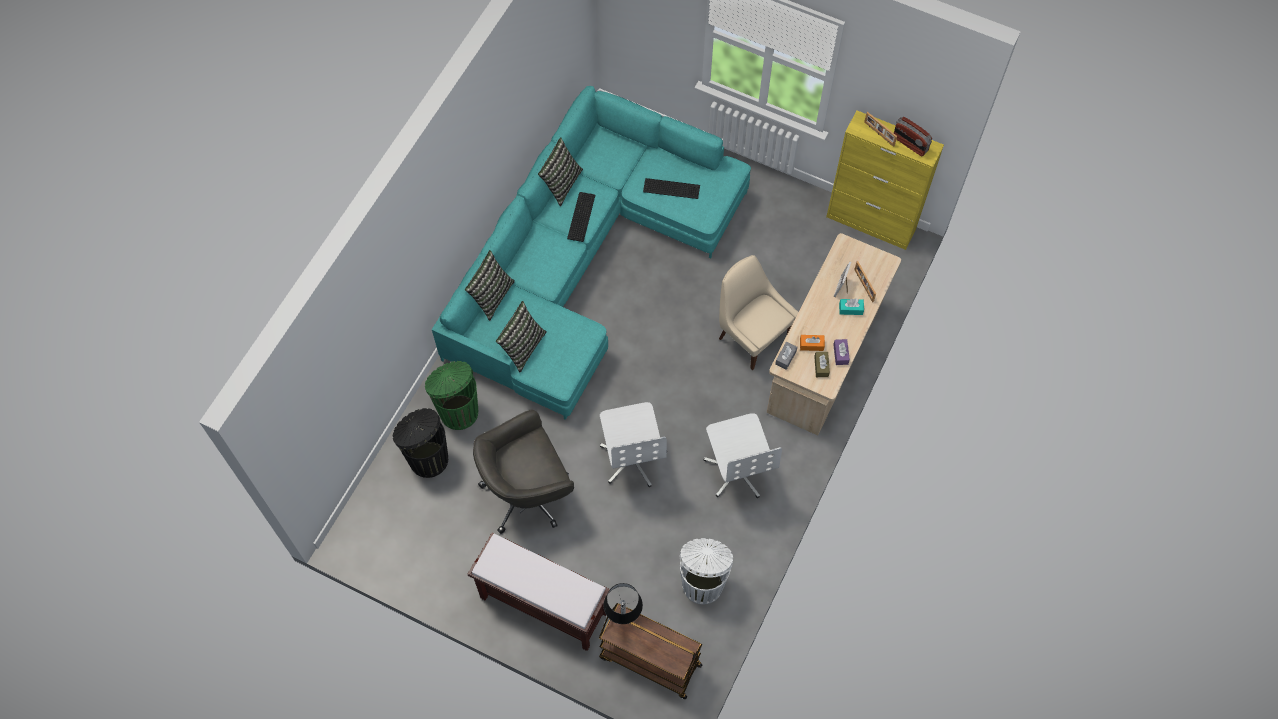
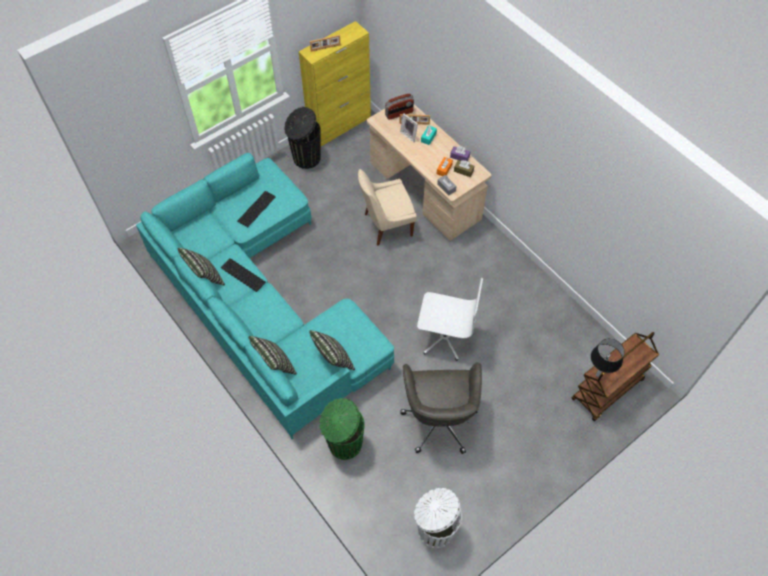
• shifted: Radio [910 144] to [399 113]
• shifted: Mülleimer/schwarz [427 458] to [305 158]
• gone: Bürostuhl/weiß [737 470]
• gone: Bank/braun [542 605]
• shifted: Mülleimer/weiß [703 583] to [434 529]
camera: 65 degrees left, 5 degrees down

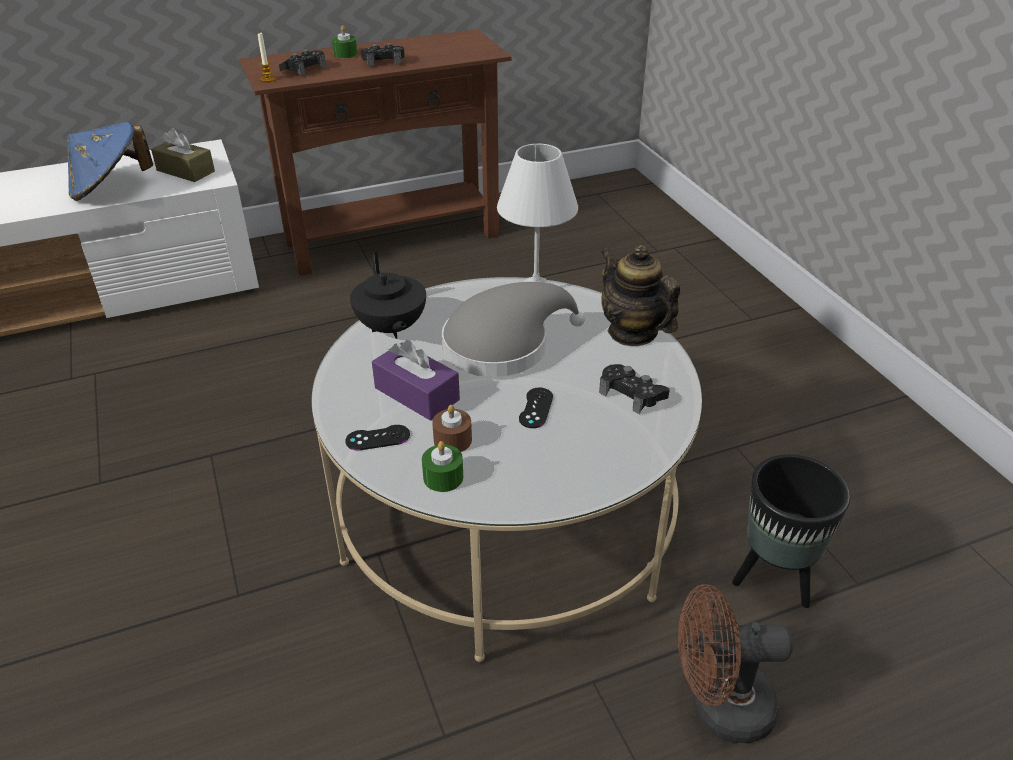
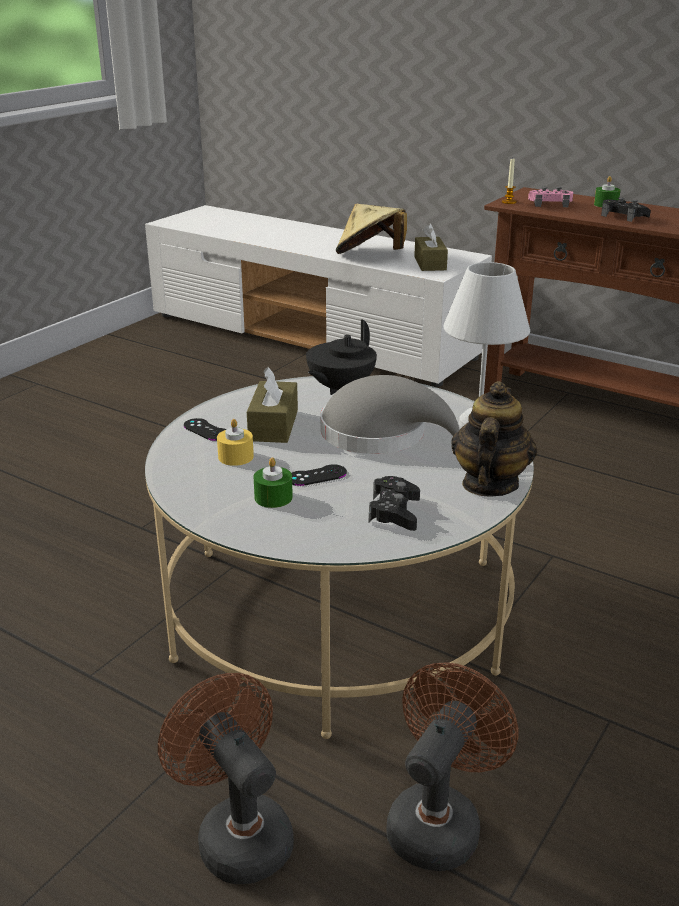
• repainted: Gamepad/schwarz [304 69] to Gamepad/rosa [550 204]
• repainted: Hut/blau [110 188] to Hut/beige [370 256]
• repainted: Taschentuchbox/lila [417 394] to Taschentuchbox/braun [273 425]
• repainted: Kerze/braun [452 440] to Kerze/gelb [236 457]
• shifted: Kerze/grün [443 477] to [273 497]
• swapped: Pflanzkübel/schwarz [773 580] to Ventilator/braun [439 821]
camera: 55 degrees right, 10 degrees down

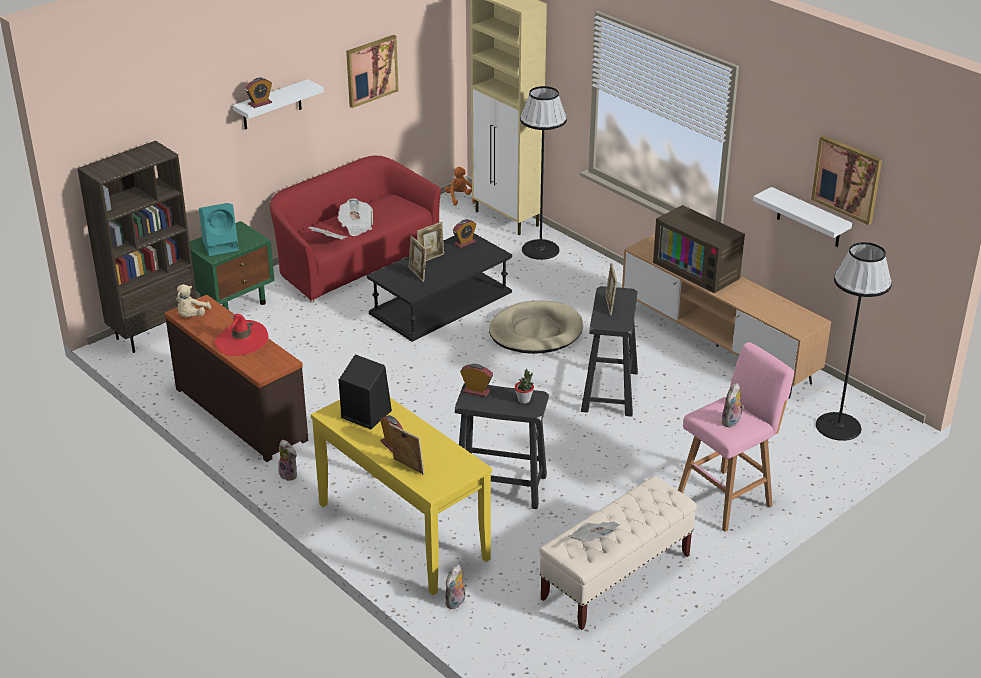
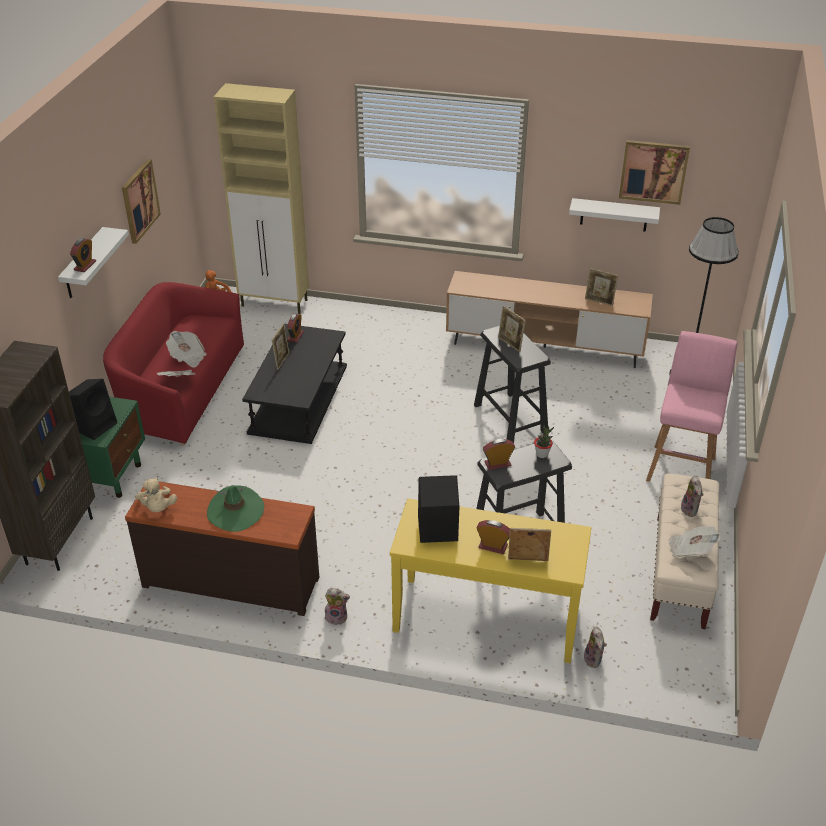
• gone: Stehlampe/schwarz [540 249]
• repainted: Lautsprecher/türkis [221 246] to Lautsprecher/schwarz [95 425]
• gone: Fernseher [698 269]
• shifted: Bilderrahmen [417 274] to [599 301]
• gone: Hundebett/beige [536 332]
• repainted: Hut/rot [241 341] to Hut/grün [235 511]
• shifted: Plüschtier [731 422] to [691 510]
camera: 35 degrees left, 5 degrees up

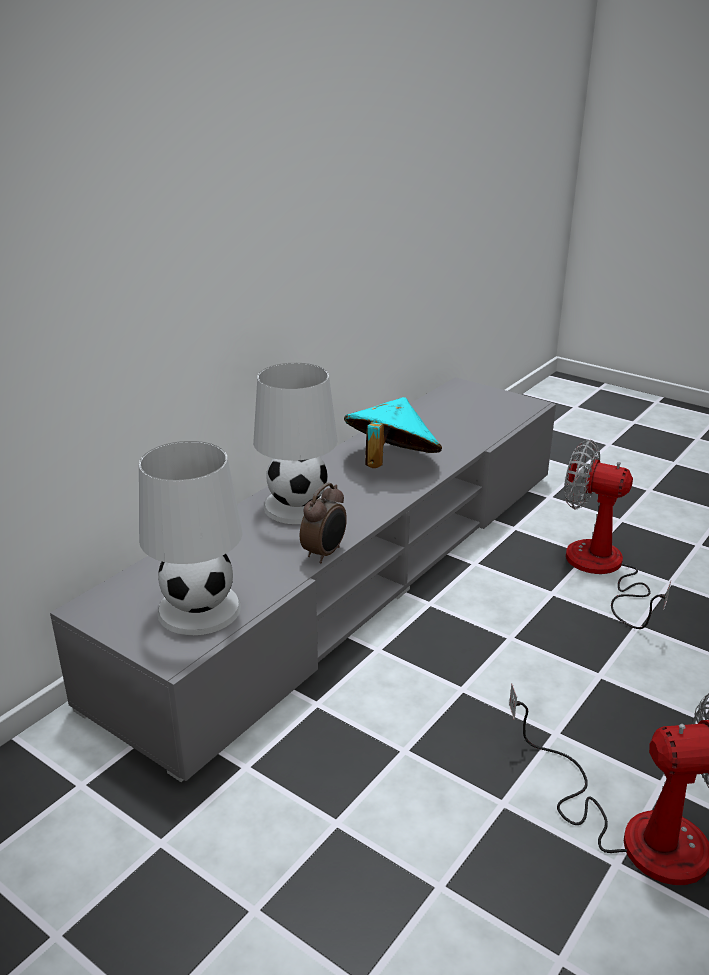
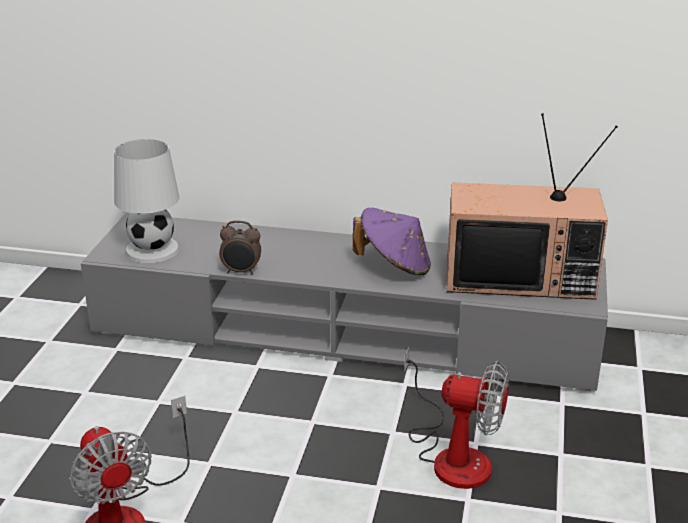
• gone: Tischlampe/weiß [297 506]
• repainted: Hut/türkis [391 463] to Hut/lila [394 266]
• rotated: Ventilator [602 570] = [452 455] 105 degrees clockwise
• new: Fernseher [521 276]
camera: 65 degrees right, 0 degrees up

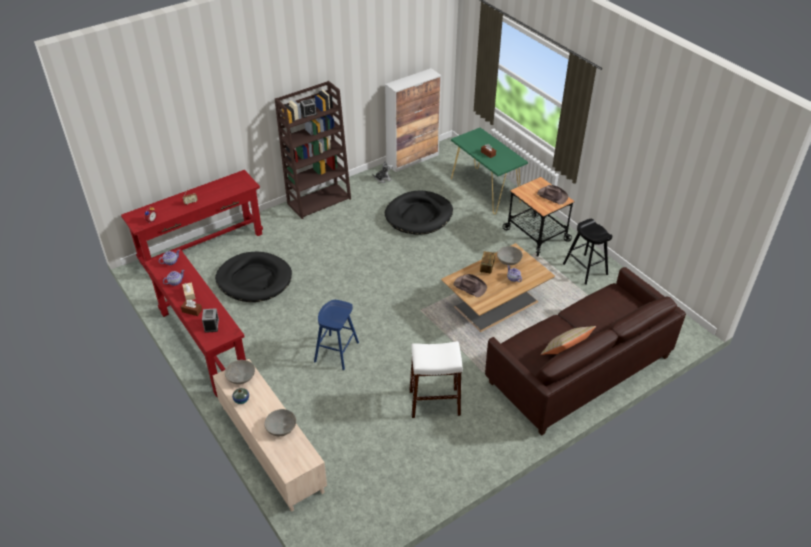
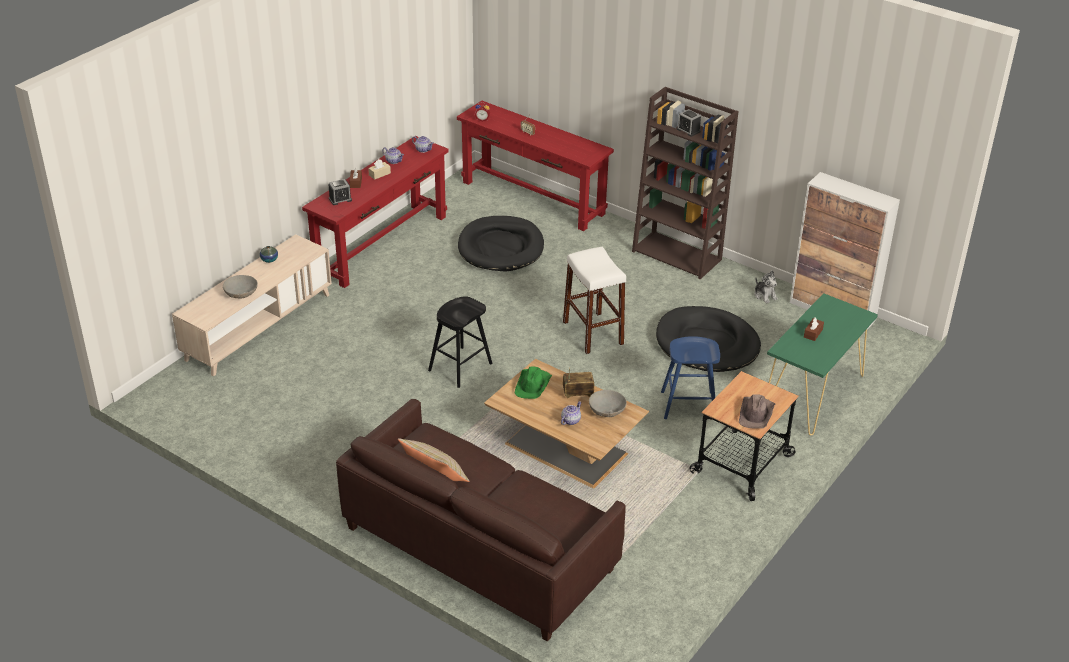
• shifted: Hocker/schwarz [585 269] to [460 367]
• repainted: Hut/braun [469 286] to Hut/grün [533 385]
• shifted: Hocker/blau [336 352] to [688 405]
• shifted: Hocker/weiß [434 402] to [593 333]
• gone: Schüssel/grau [241 377]
camera: 70 degrees right, 5 degrees down

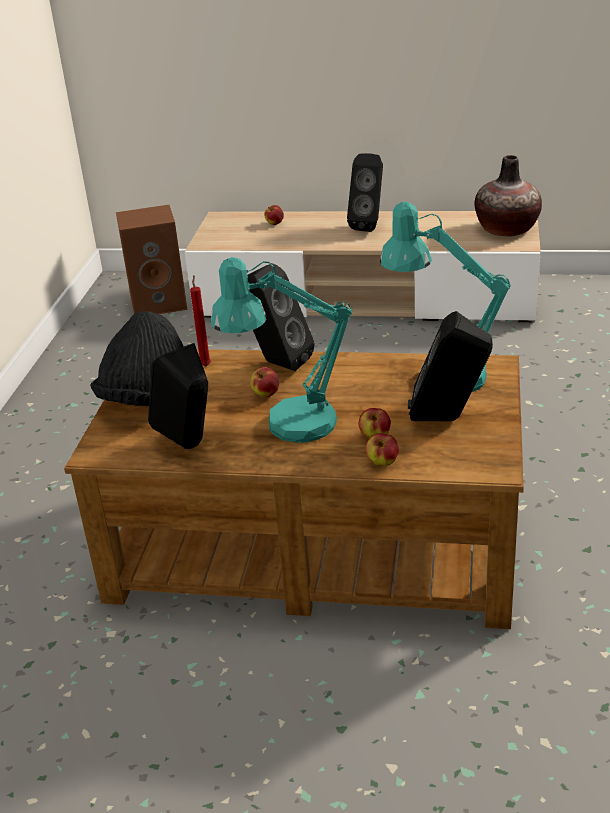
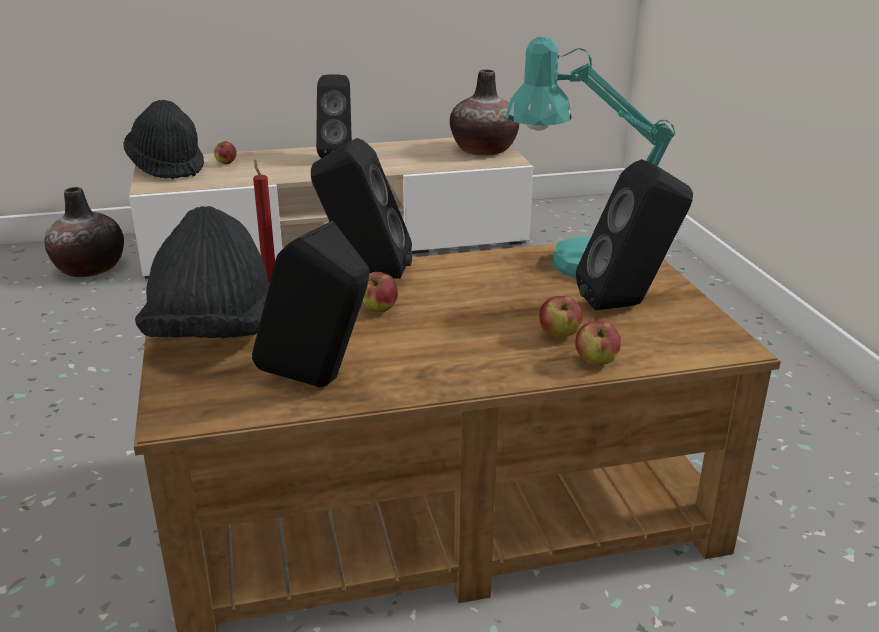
• swapped: Lautsprecher/braun [160 302] to Vase [90 269]
• gone: Tischlampe/türkis [287 426]
• new: Hut/schwarz [167 168]
camera: 25 degrees left, 5 degrees down

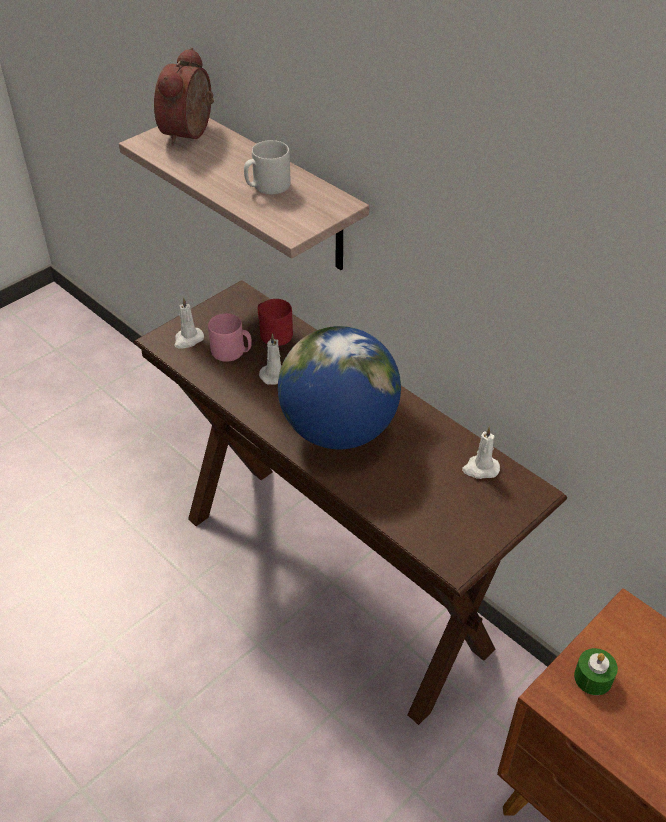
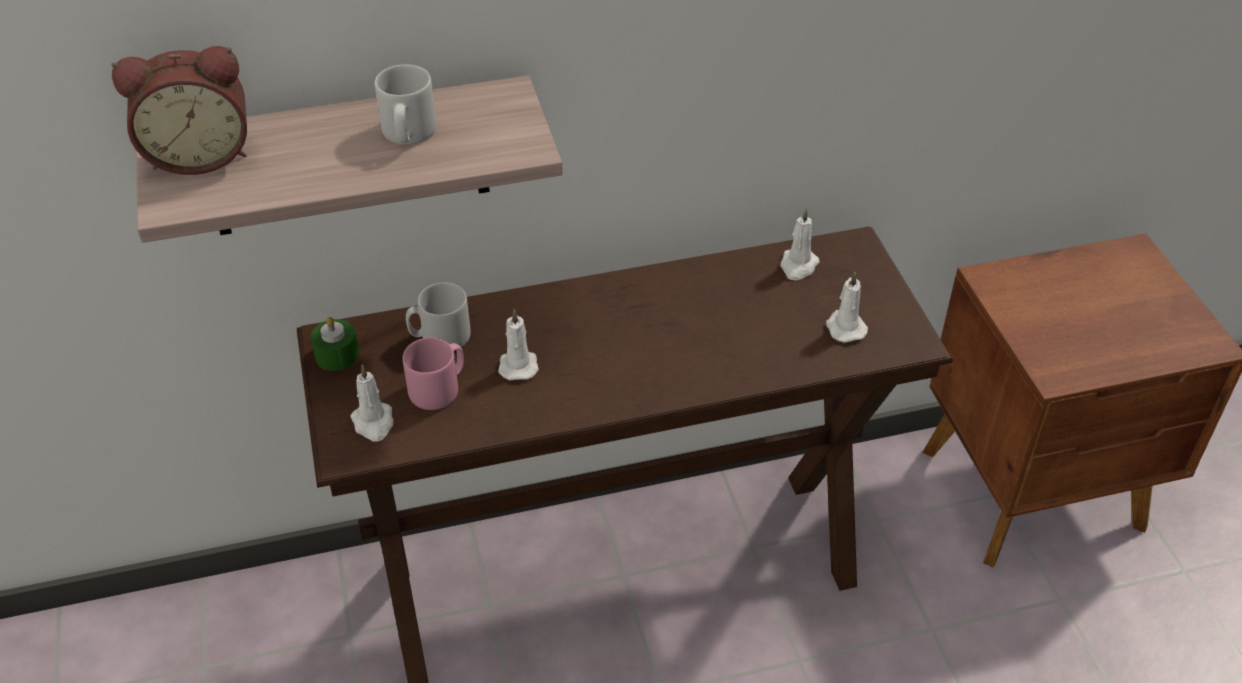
• rotated: Wecker [191 133] = [199 154] 60 degrees counterclockwise
• repainted: Henkelbecher/rot [273 334] to Henkelbecher/grau [440 337]
• gone: Globus [339 430]
• shifted: Kerze/grün [593 678] to [337 355]
• new: Kerze/weiß [844 327]
camera: 60 degrees left, 0 degrees up

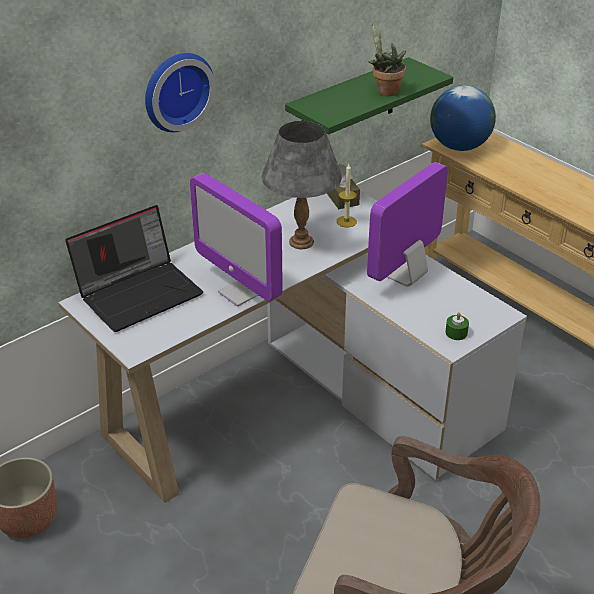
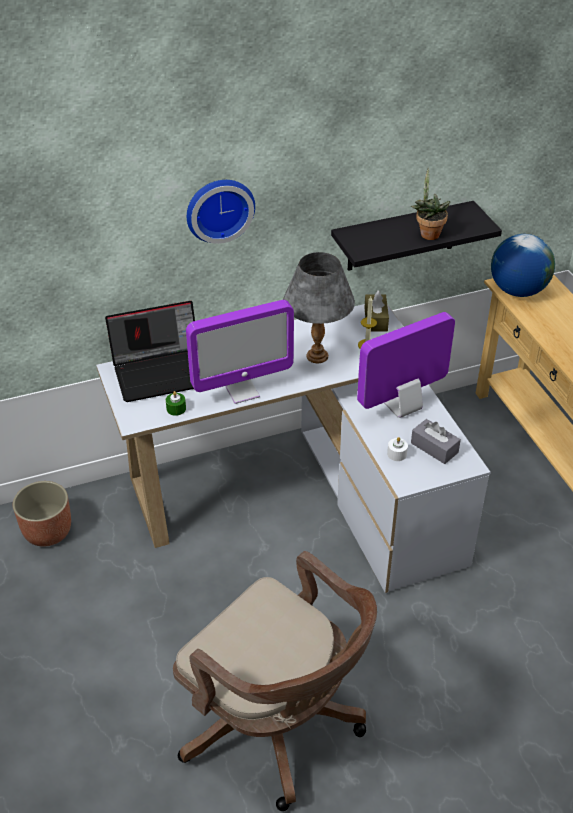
• repainted: Wandregal/grün [348 105] to Wandregal/schwarz [401 236]
• rotated: Monitor [241 292] = [242 391] 90 degrees counterclockwise
• shifted: Kerze/grün [456 333] to [176 408]
• new: Taschentuchbox/grau [434 448]
• new: Kerze/weiß [397 454]
camera: 20 degrees right, 5 degrees up

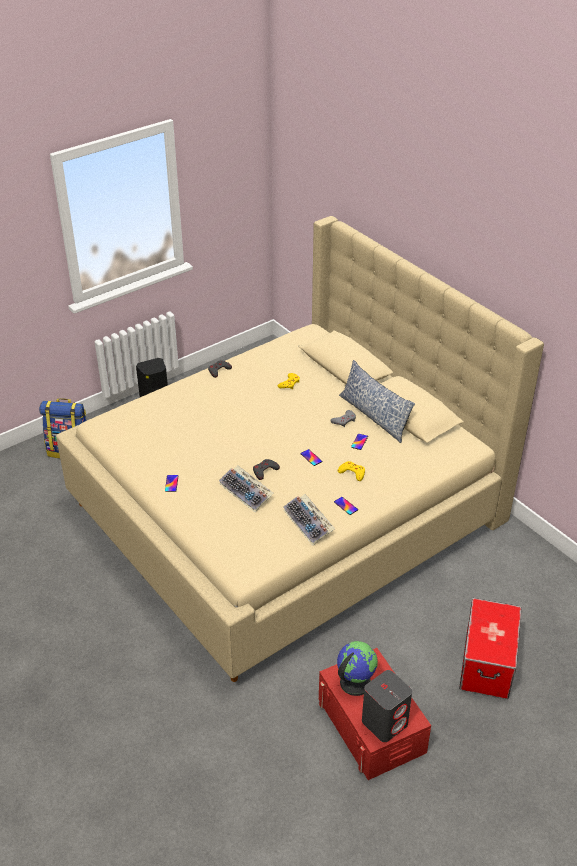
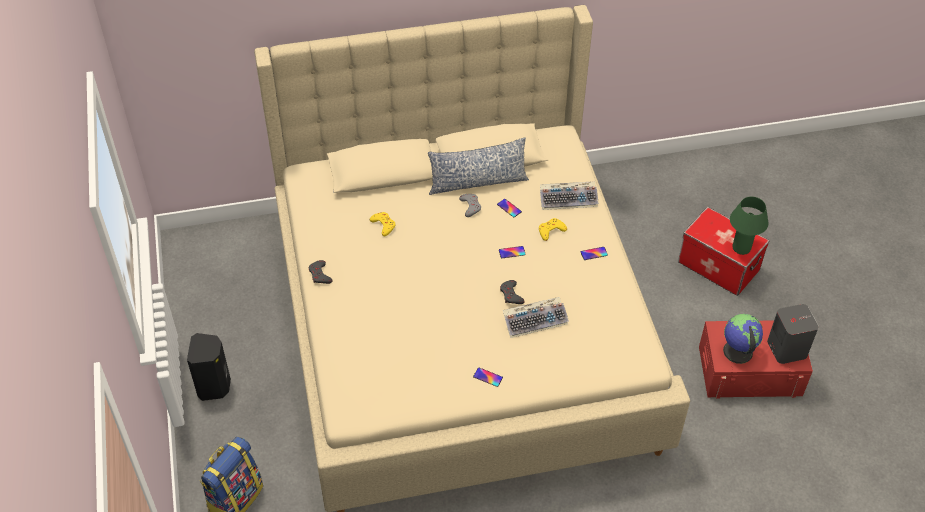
• shifted: Tastatur [309 523] to [568 199]
• new: Tischlampe/grün [741 248]
camera: 65 degrees left, 10 degrees up

